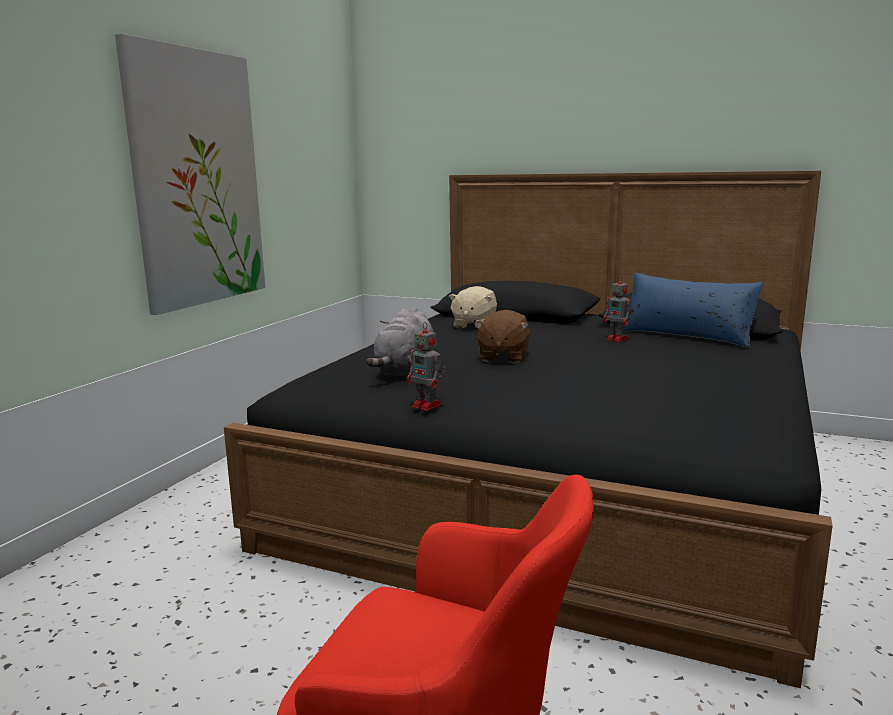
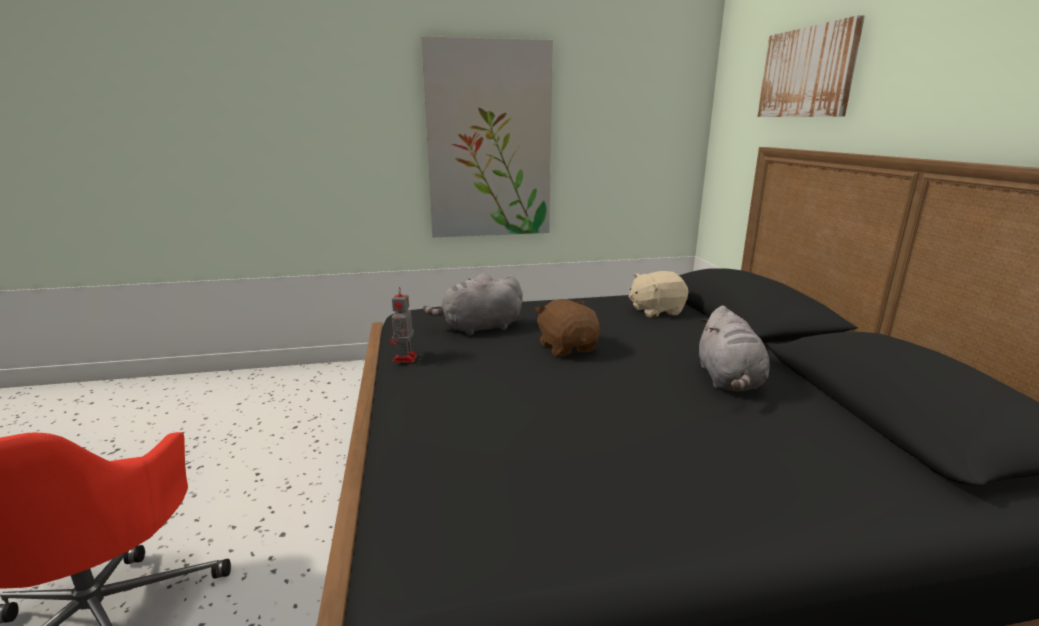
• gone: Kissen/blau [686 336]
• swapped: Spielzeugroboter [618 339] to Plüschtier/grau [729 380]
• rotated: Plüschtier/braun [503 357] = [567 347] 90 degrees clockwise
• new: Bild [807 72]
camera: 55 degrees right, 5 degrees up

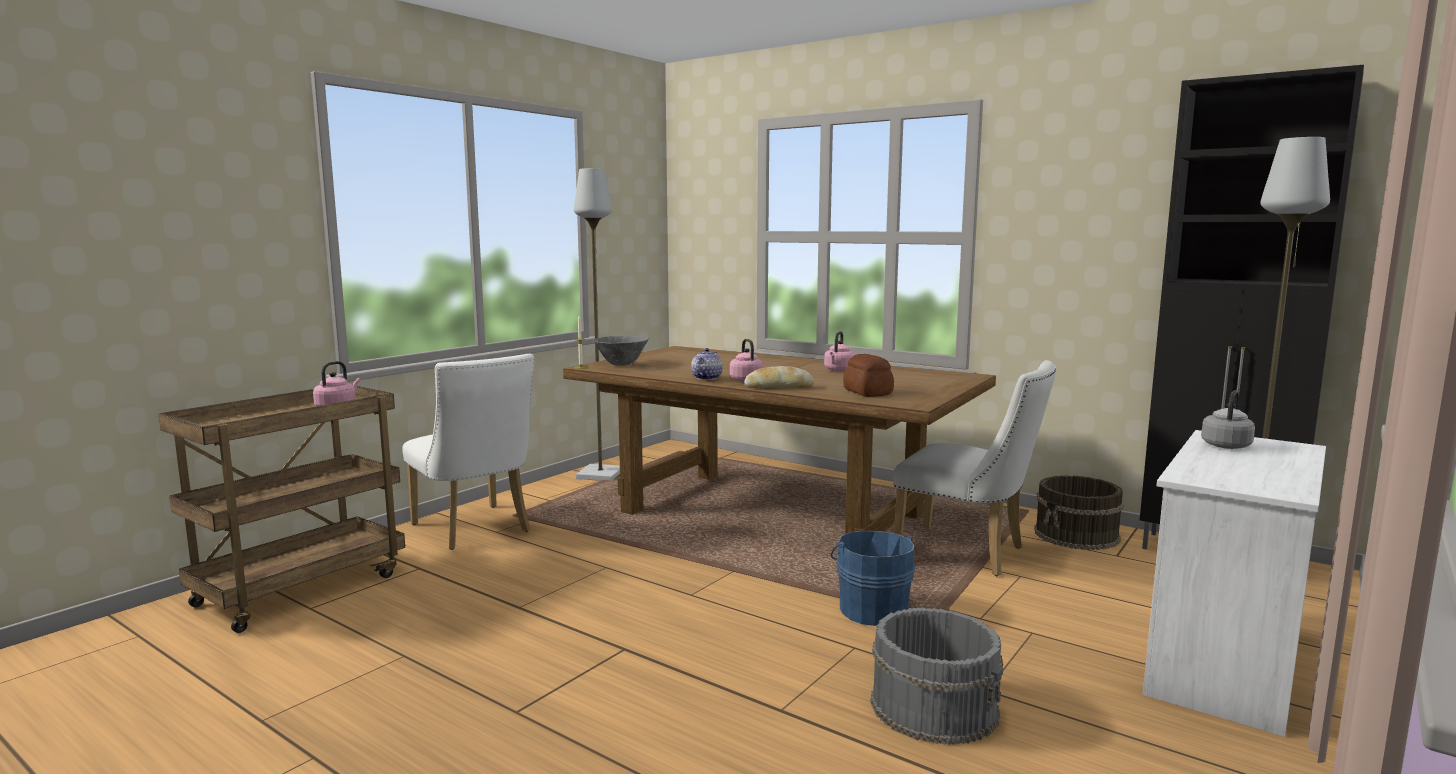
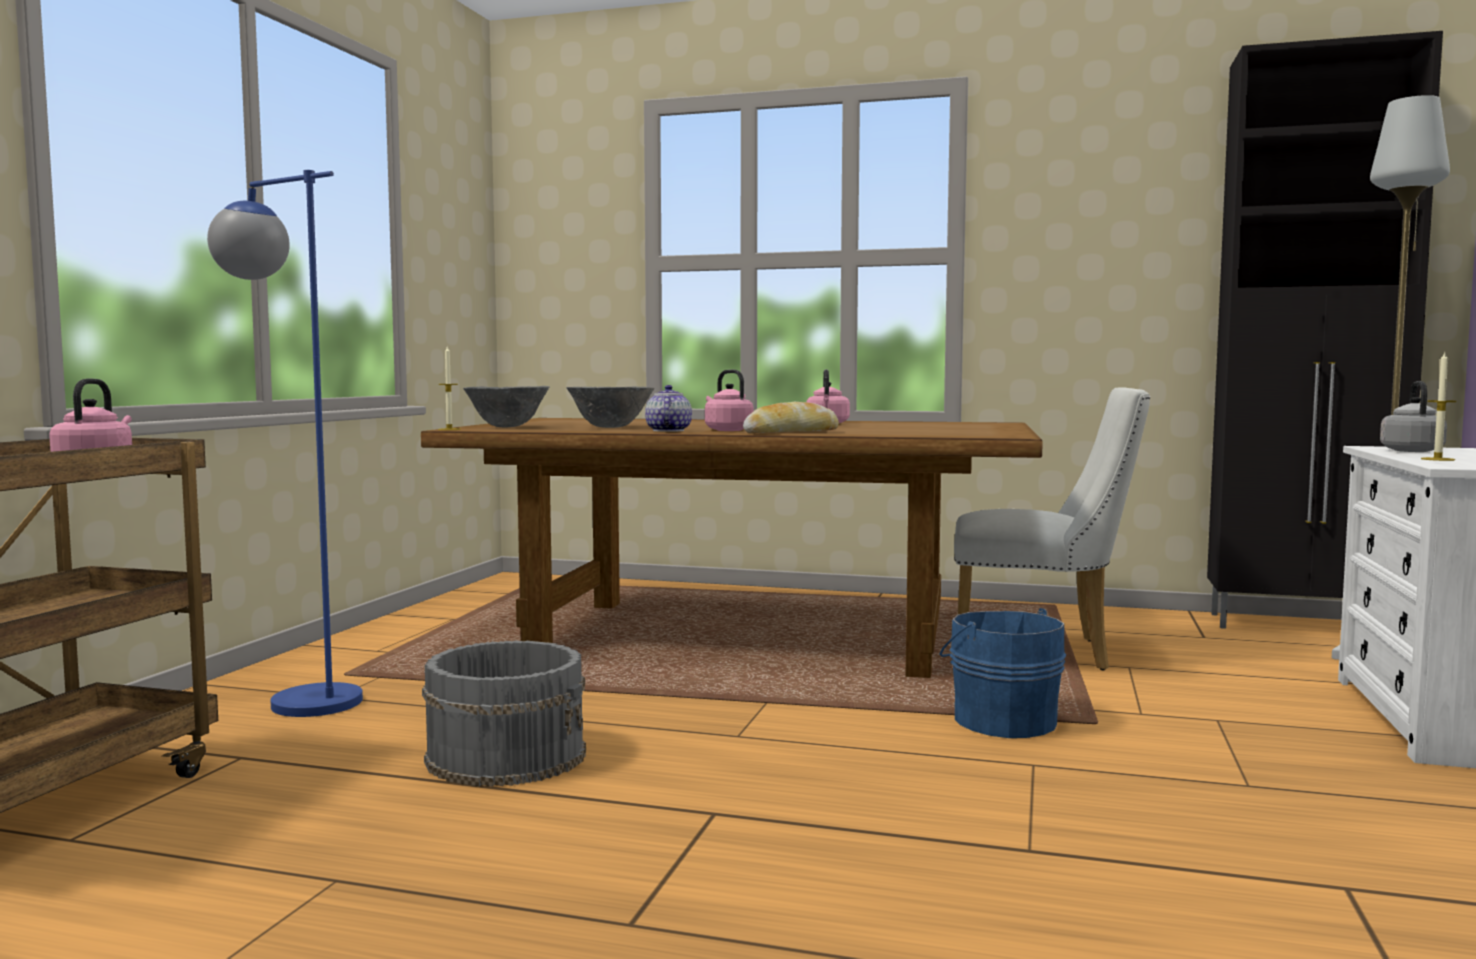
• gone: Stehlampe/grau [600 474]
• swapped: Stuhl/weiß [475 530] to Stehlampe/blau [296 698]
• gone: Brot [867 392]
• gone: Eimer/braun [1077 535]
• shifted: Eimer/grau [934 706] to [507 756]
• new: Kerze [1437 459]
• new: Schüssel/grau [610 427]
camera: 20 degrees left, 5 degrees down

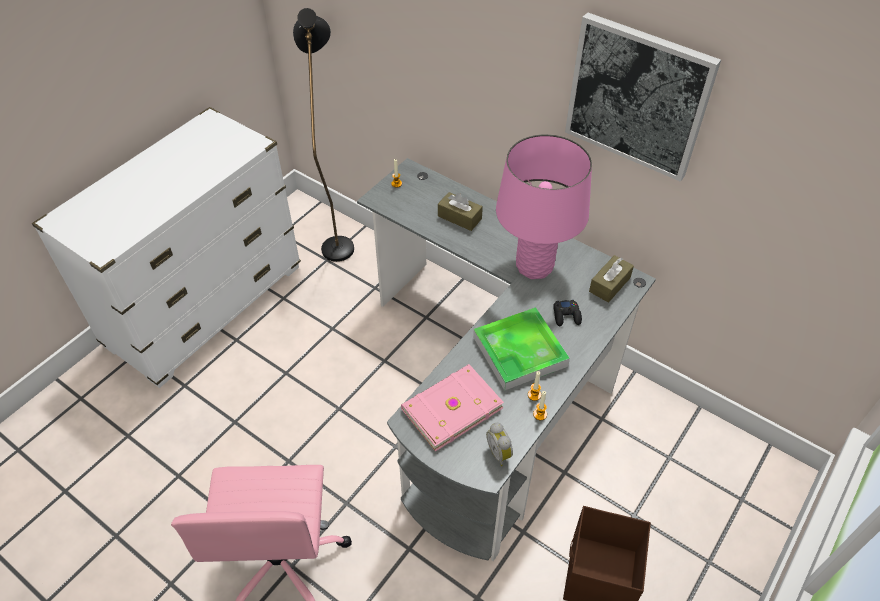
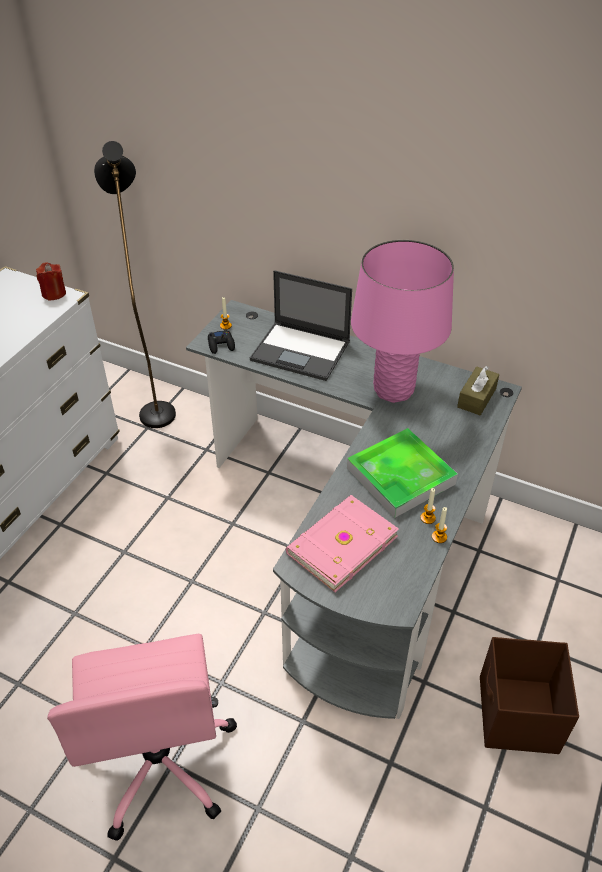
• gone: Bild [637 97]
• swapped: Taschentuchbox/braun [459 217] to Laptop [301 351]
• shifted: Gamepad/schwarz [566 316] to [221 345]
• gone: Wecker [500 453]
• new: Kerze/rot [54 293]
camera: 10 degrees left, 5 degrees down

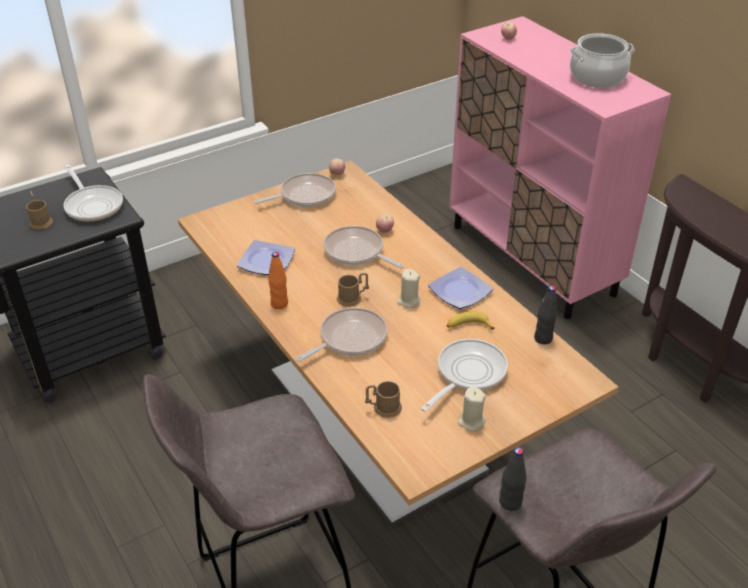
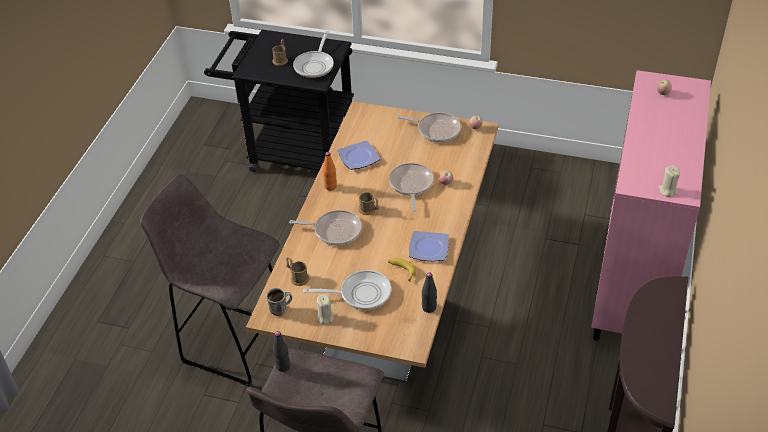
• gone: Kochtopf [597 77]
• shifted: Kerze/beige [408 301] to [667 190]
• new: Henkelbecher [280 309]
camera: 50 degrees right, 5 degrees up

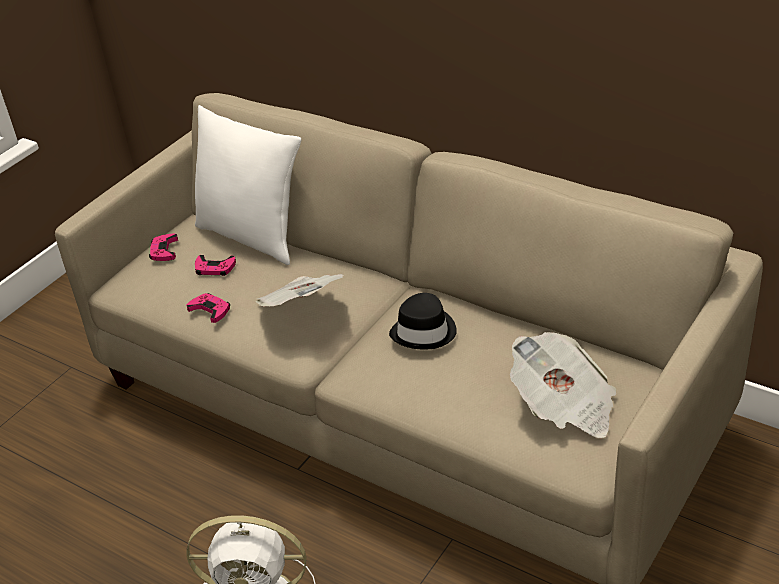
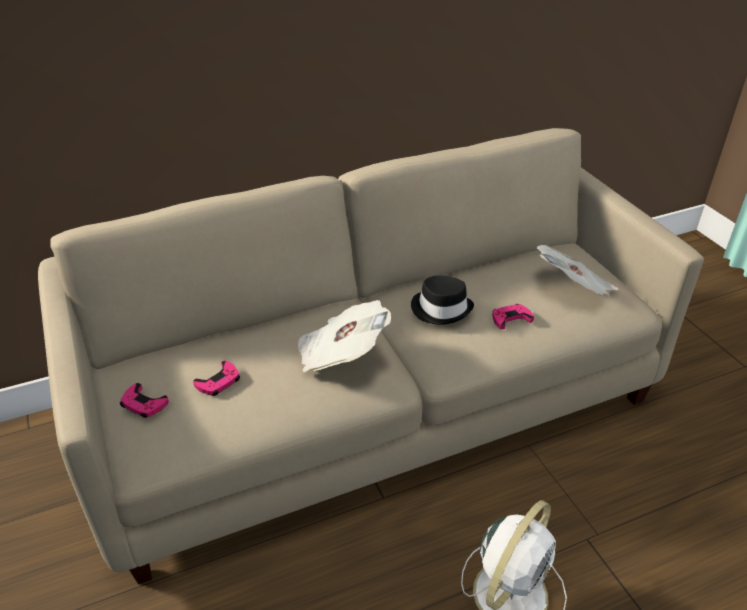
• gone: Kissen/weiß [253 236]
• shifted: Gamepad/rosa [210 310] to [511 318]
camera: 60 degrees left, 0 degrees up

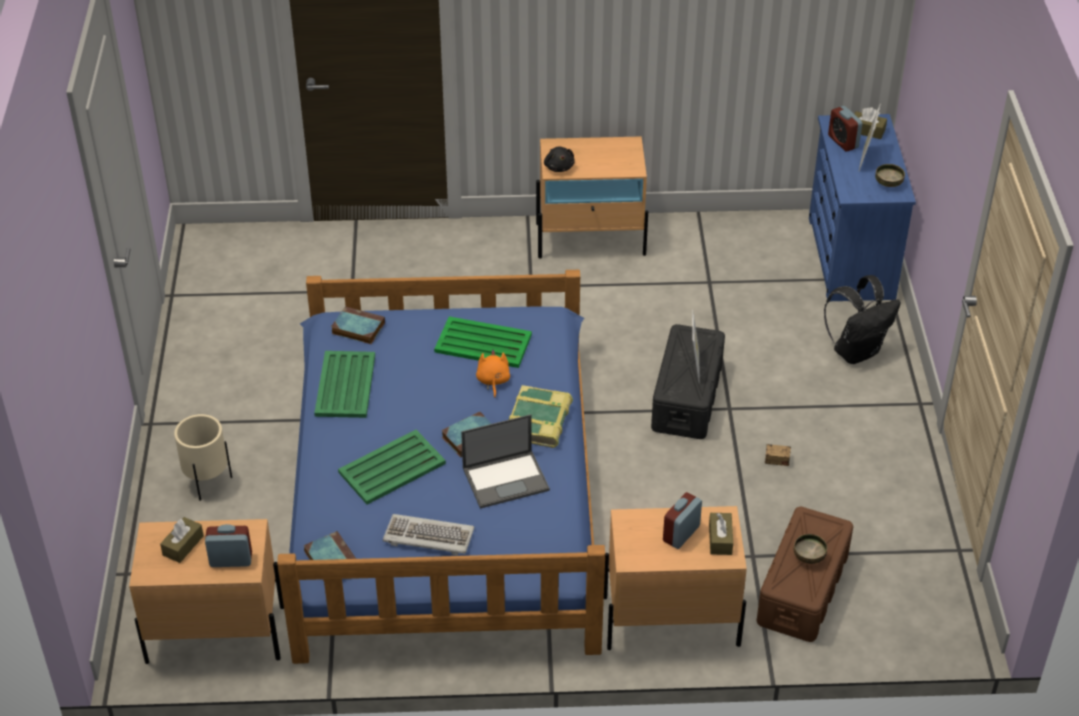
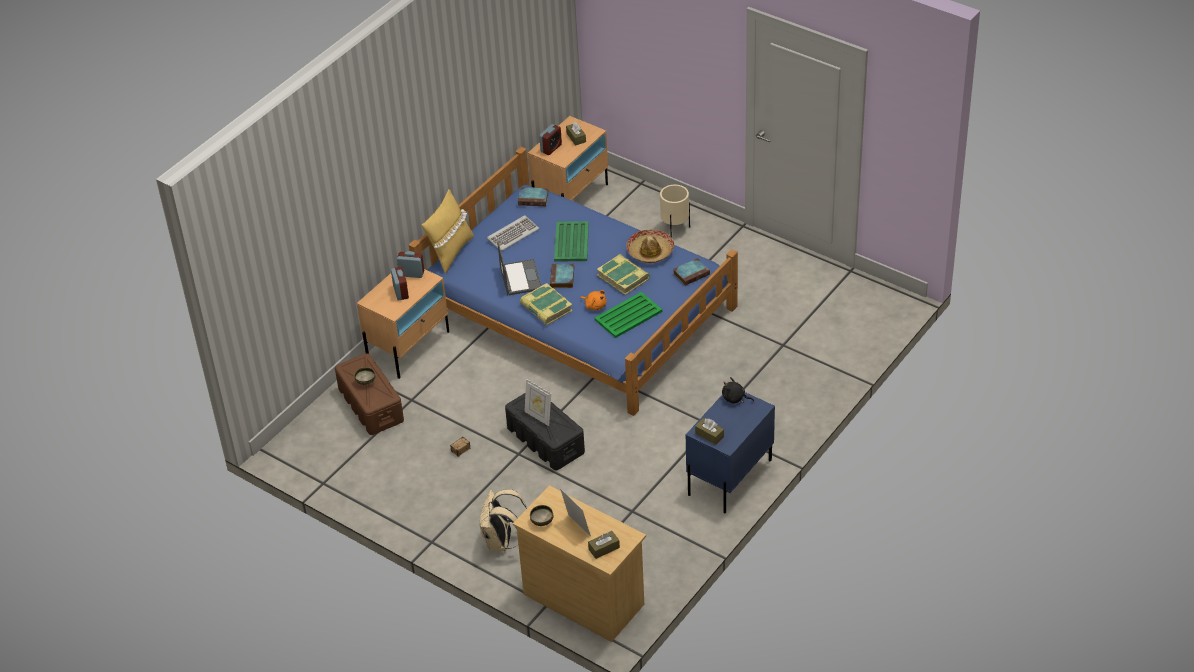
• shifted: Wecker [843 142] to [411 273]
• repainted: Kommode/blau [851 258] to Kommode/beige [583 598]
• repainted: Nachttisch/beige [591 239] to Nachttisch/blau [729 477]
• repainted: Rucksack/schwarz [856 351] to Rucksack/beige [501 542]
• swapped: Tablett/grün [345 384] to Hut [650 251]
• rotated: Laptop [506 479] = [520 277] 150 degrees clockwise
• shifted: Taschentuchbox/braun [720 539] to [709 435]
• new: Kissen/gelb [450 252]
• new: Buch [623 277]
camera: 130 degrees right, 0 degrees up

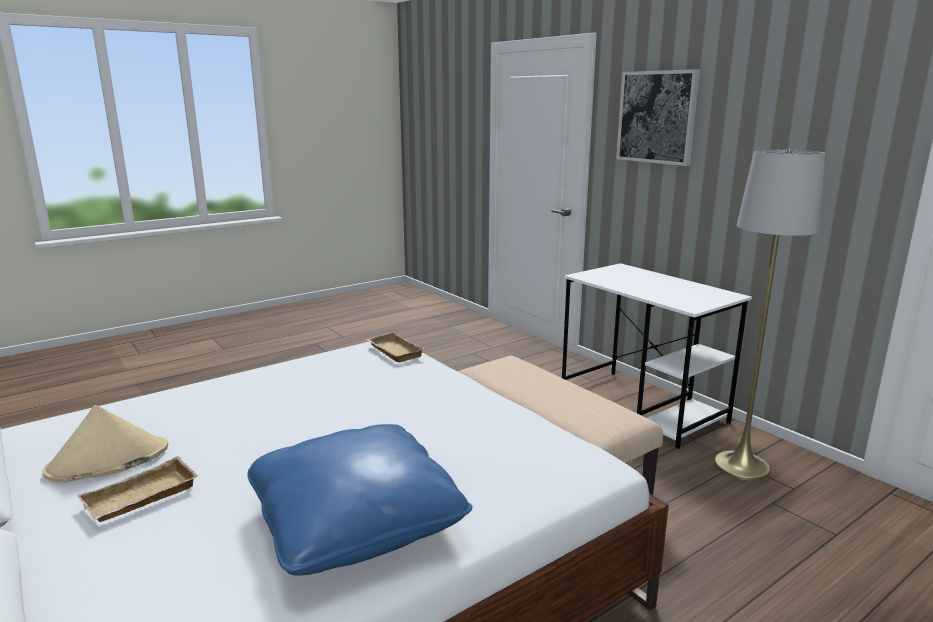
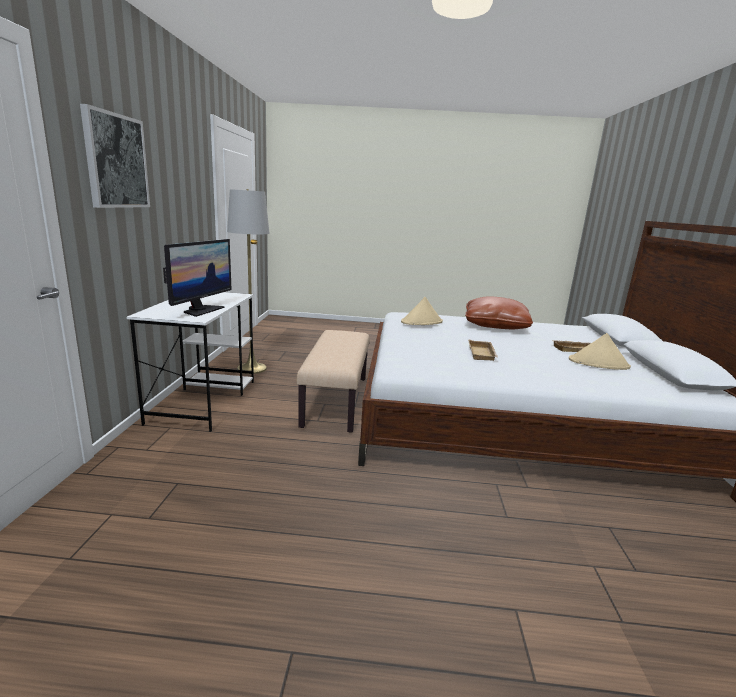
• shifted: Tablett/beige [393 351] to [483 354]
• repainted: Kissen/blau [356 522] to Kissen/braun [495 326]
• new: Monitor [201 310]
• new: Hut/beige [422 322]
camera: 140 degrees left, 0 degrees up

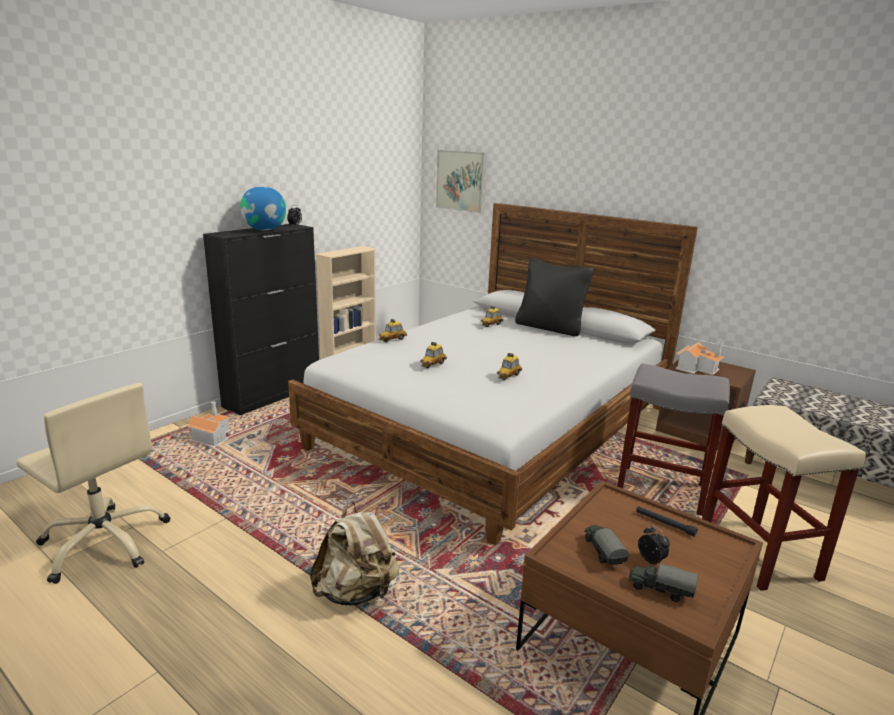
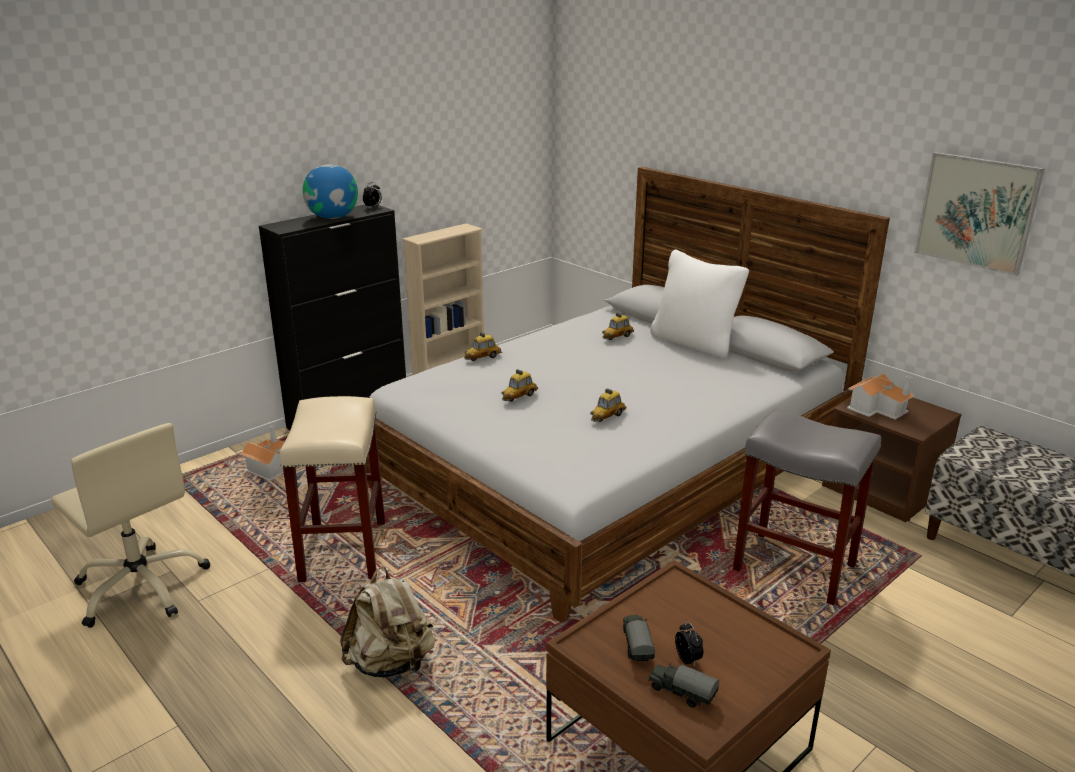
• shifted: Bild [460 181] to [976 212]
• repainted: Kissen/schwarz [550 327] to Kissen/weiß [694 342]
• shifted: Hocker/beige [760 554] to [344 552]
• gone: Taschenlampe/schwarz [665 524]
camera: 10 degrees right, 5 degrees up

